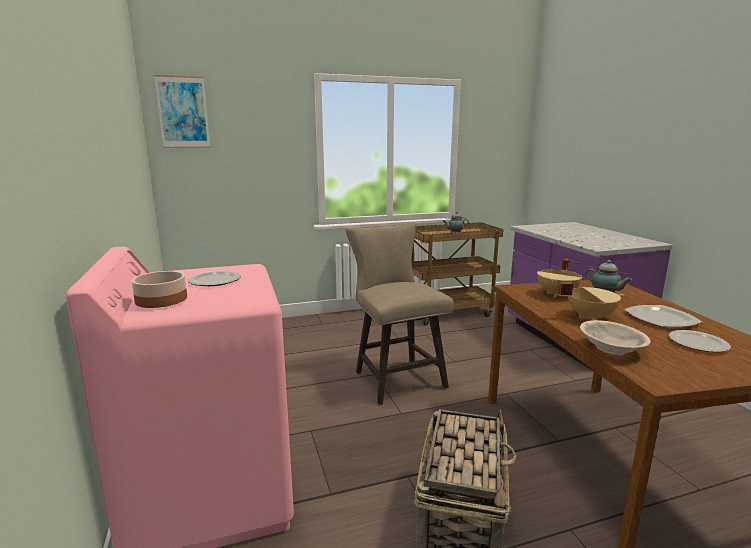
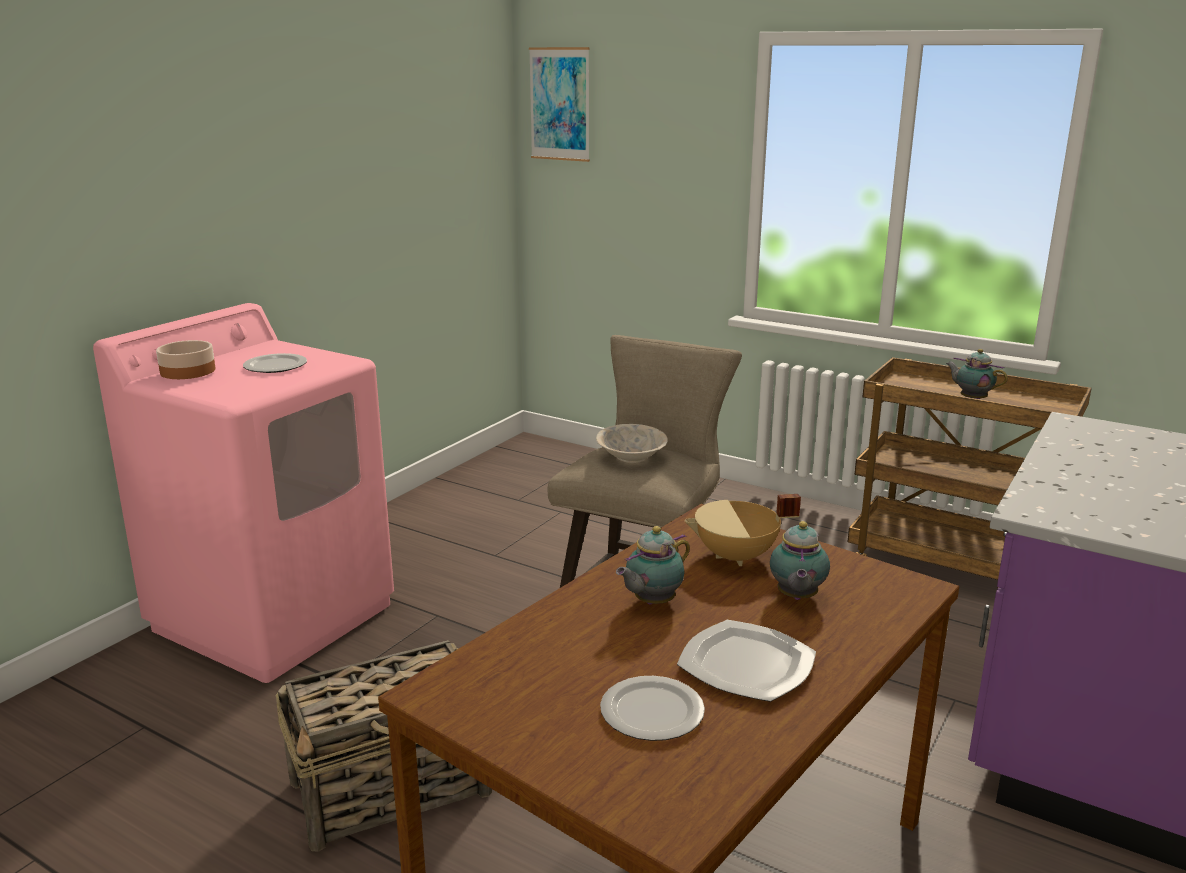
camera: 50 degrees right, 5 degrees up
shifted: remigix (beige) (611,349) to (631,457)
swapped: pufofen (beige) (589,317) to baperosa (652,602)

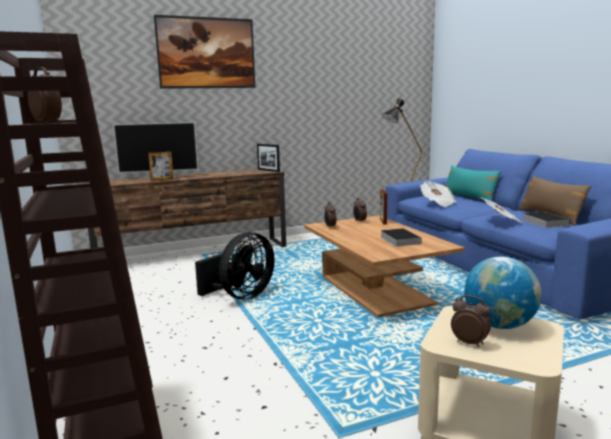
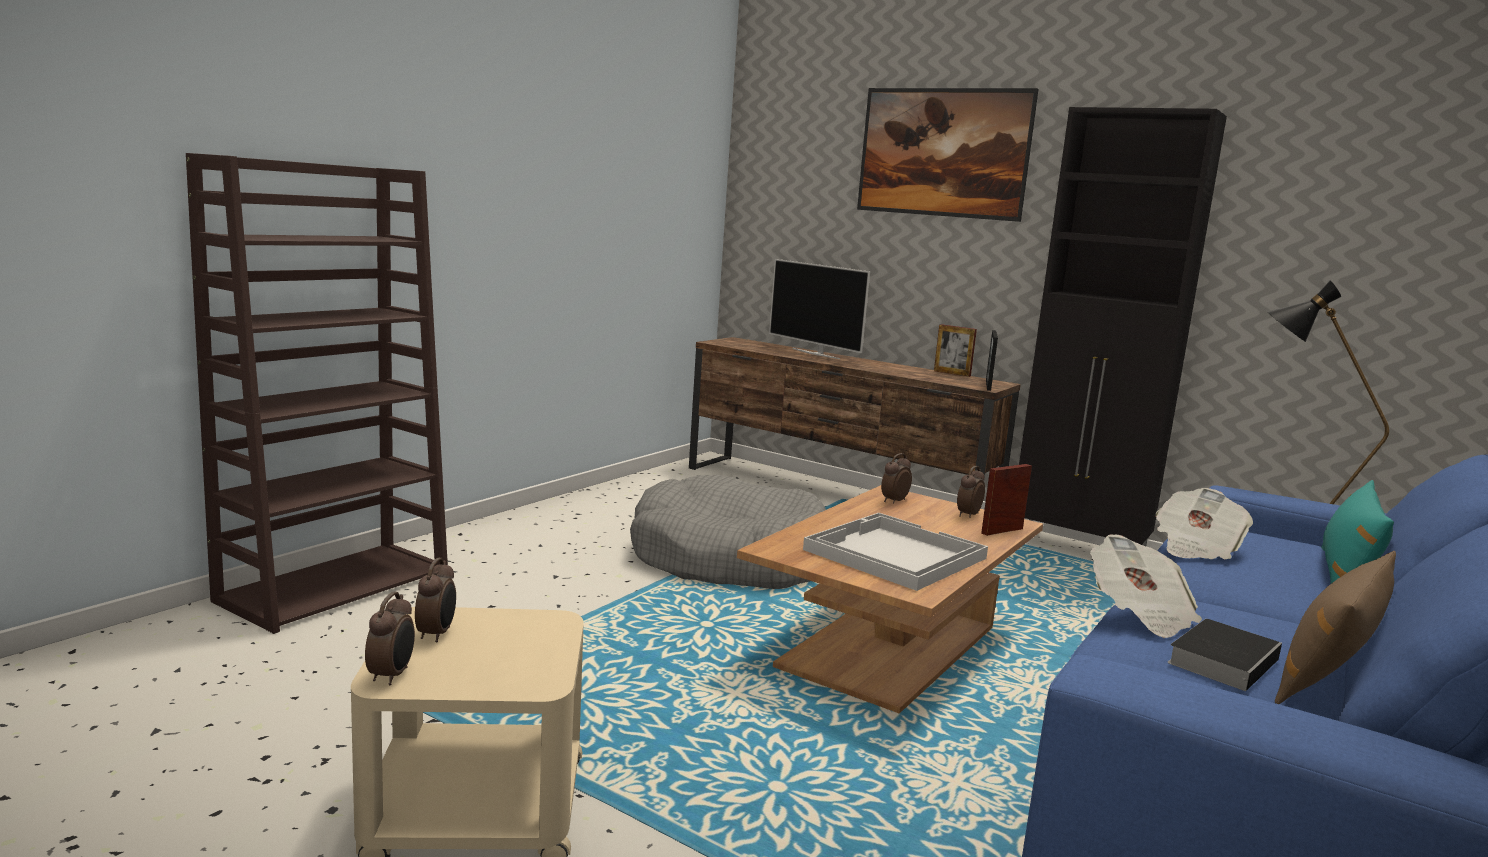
camera: 55 degrees right, 0 degrees up
gone: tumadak (499,325)
new: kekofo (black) (1079,550)
shifted: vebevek (48,124) to (392,675); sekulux (162,180) to (952,373)
swapped: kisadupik (399,240) to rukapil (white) (893,554); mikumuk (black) (241,296) to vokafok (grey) (729,558)

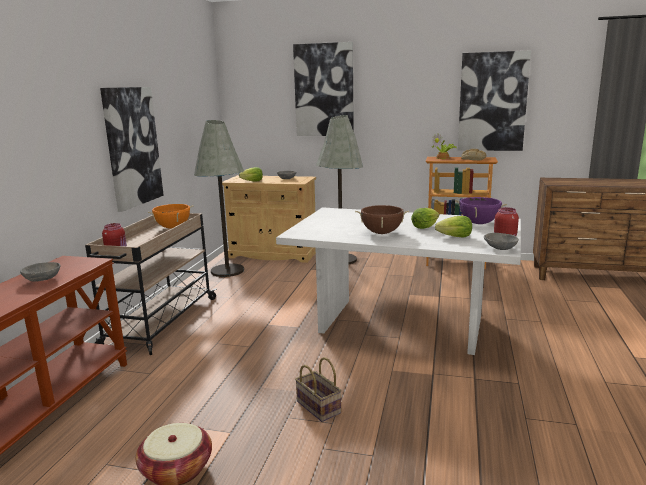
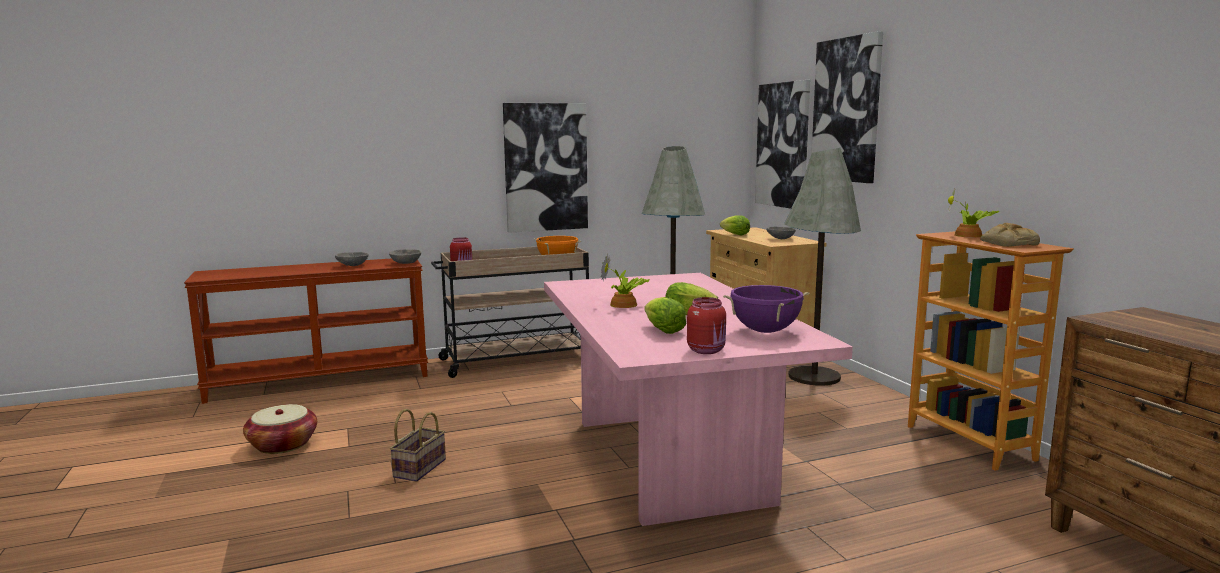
camera: 55 degrees right, 5 degrees down
shifted: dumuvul (492,102) to (783,145); remigix (grey) (499,249) to (405,263)
swapped: pufofen (brown) (382,233) to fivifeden (624,305)
repainted: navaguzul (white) (402,324) to navaguzul (pink) (670,460)

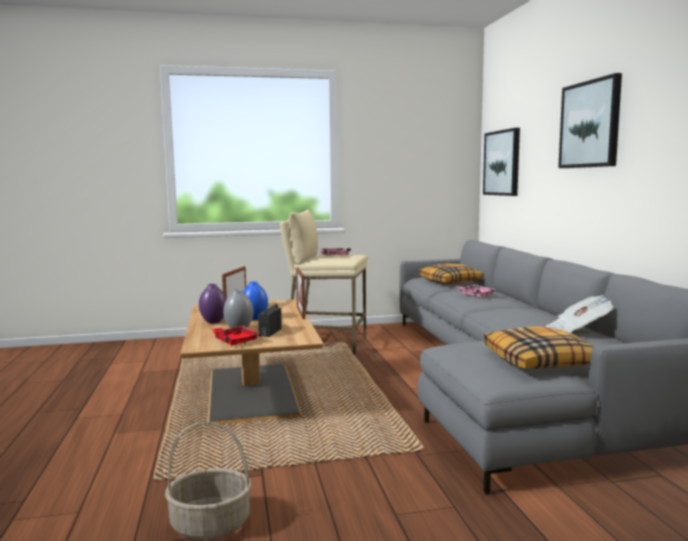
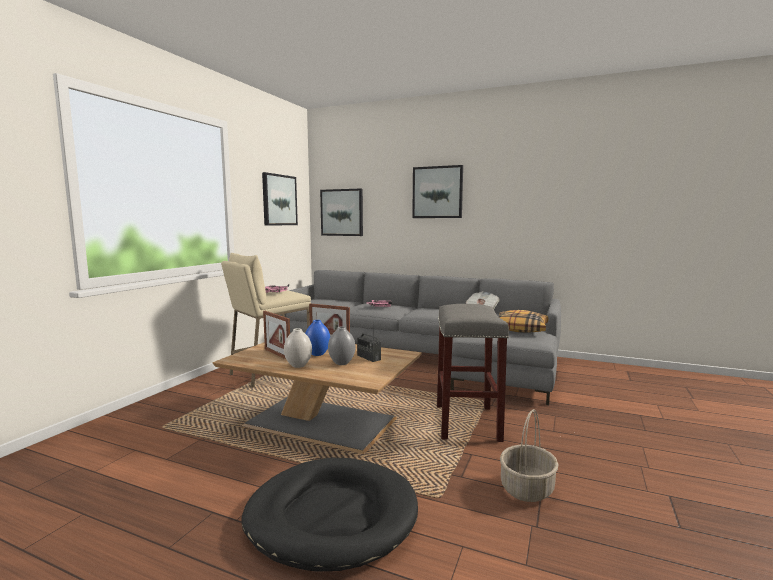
camera: 55 degrees left, 0 degrees up
gone: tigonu (450,281); rukapil (red) (235,341)
new: dumuvul (279,200); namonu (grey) (468,423); vokafok (black) (331,516)
repainted: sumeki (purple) (214,321) to sumeki (white) (298,365)

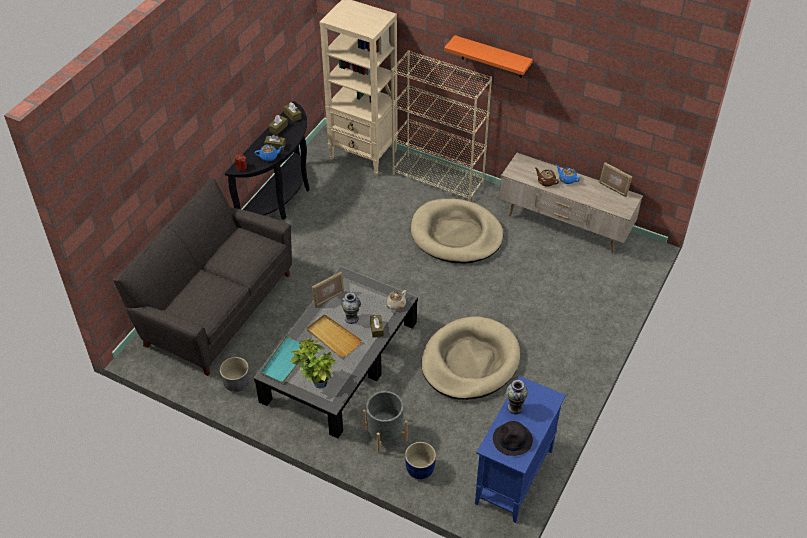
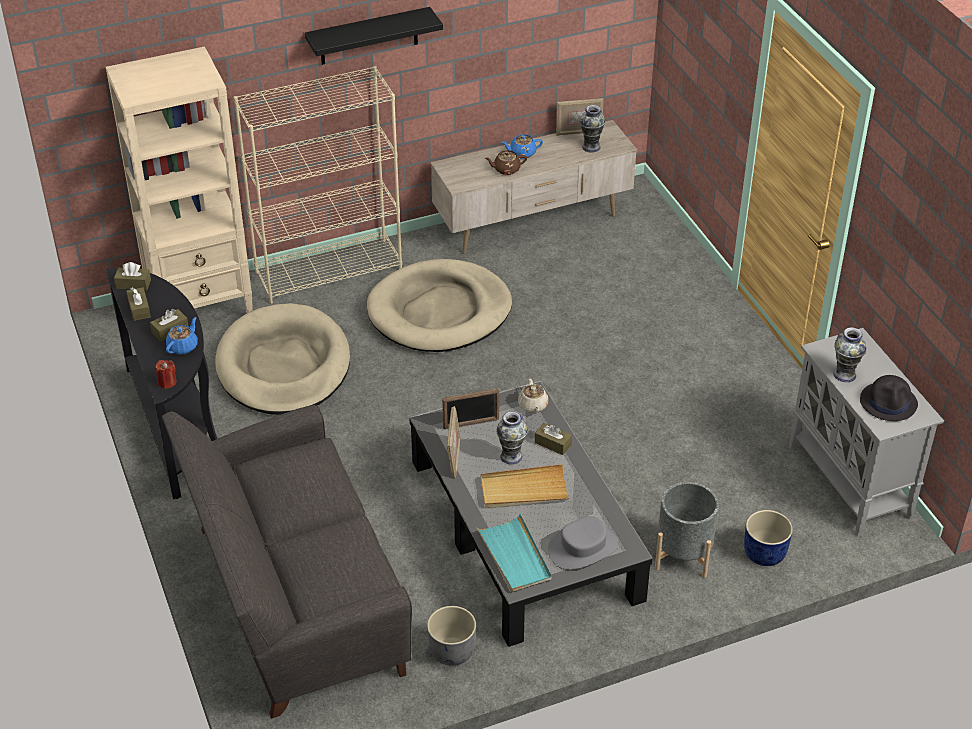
camera: 50 degrees left, 5 degrees down
new: sumeki (591,147); sekulux (471,423)
shifted: vokafok (beige) (470,361) to (283,365)
swapped: fivifeden (316,383) to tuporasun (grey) (583,547)
repainted: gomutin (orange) (492,57) to gomutin (black) (368,36); kekofo (blue) (514,478) to kekofo (grey) (850,482)

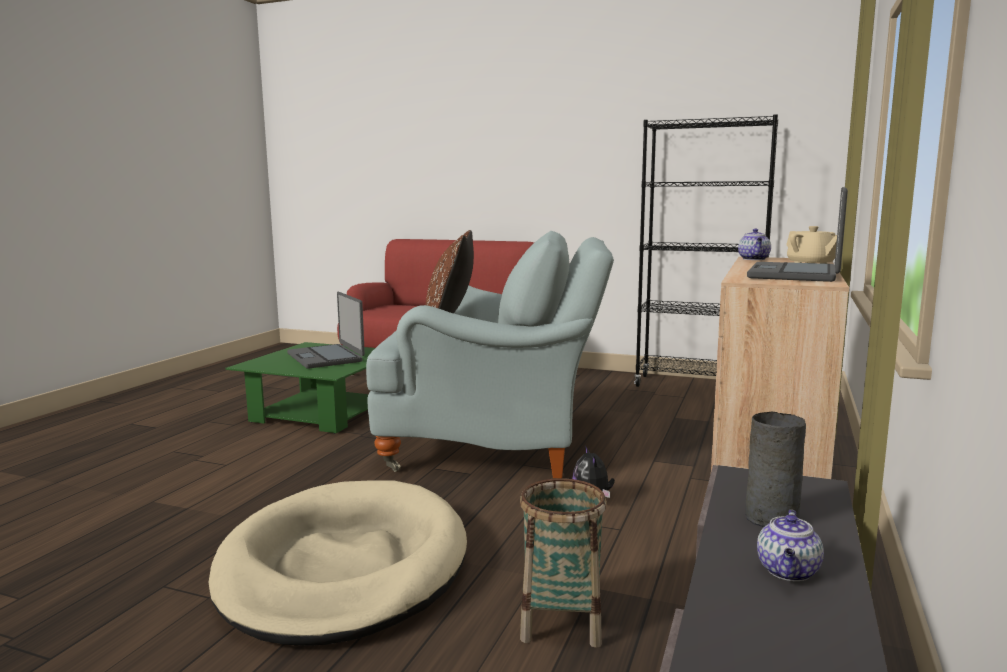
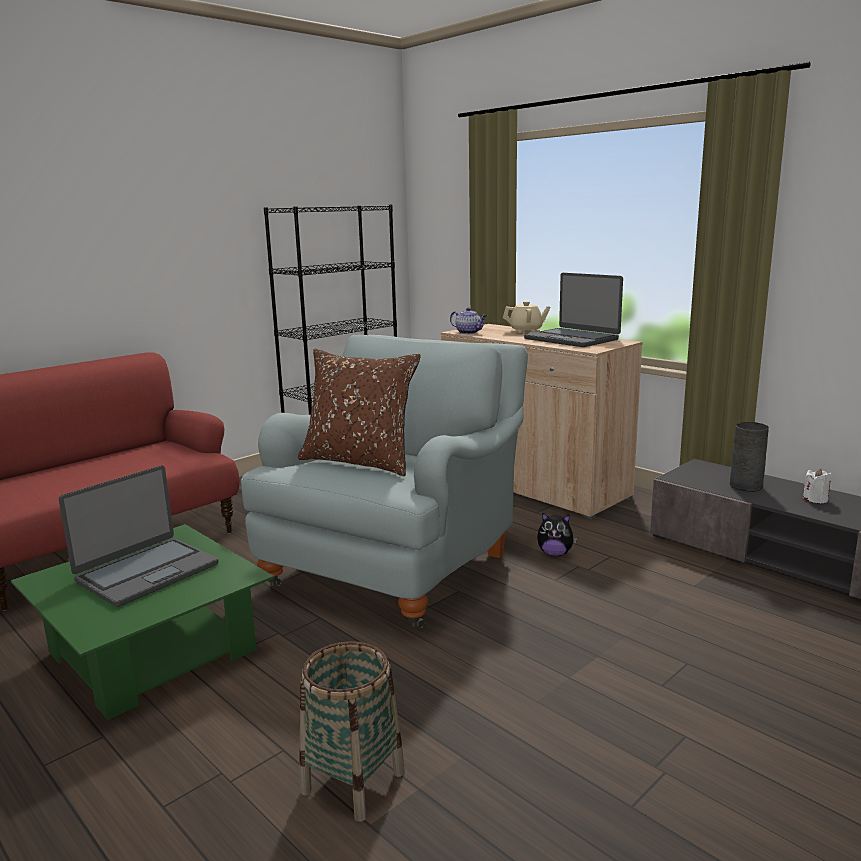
camera: 65 degrees left, 5 degrees up
gone: vokafok (beige) (344,567)
shifted: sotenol (561,622) to (353,782)
swapped: baperosa (788,572) to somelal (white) (815,499)
rotated: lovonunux (326,357) = (146,572) 45 degrees counterclockwise

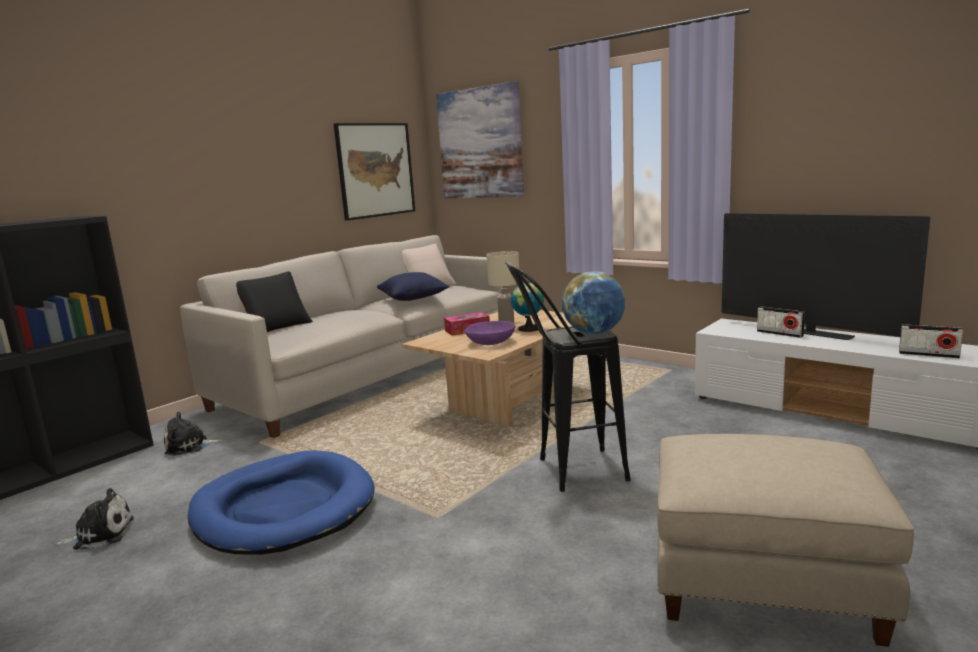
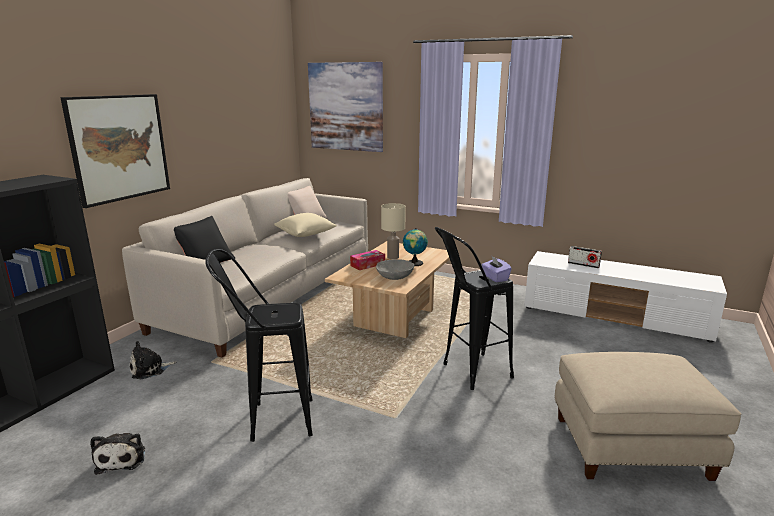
camera: 15 degrees left, 5 degrees up
gone: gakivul (809,333); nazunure (928,354)
shifted: dumuvul (375,170) to (119,148)
swapped: tumadak (594,333) to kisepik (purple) (495,278); vokafok (blue) (283,508) to namonu (black) (270,420)
repainted: tigonu (blue) (413,299) to tigonu (beige) (305,234); remigix (purple) (491,342) to remigix (grey) (395,276)
rotated: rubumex (100,534) = (122,458) 105 degrees clockwise

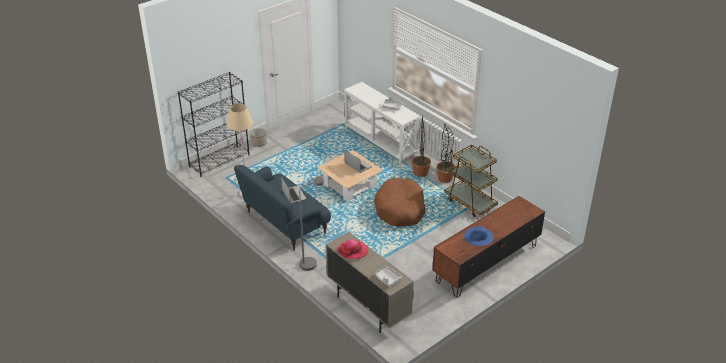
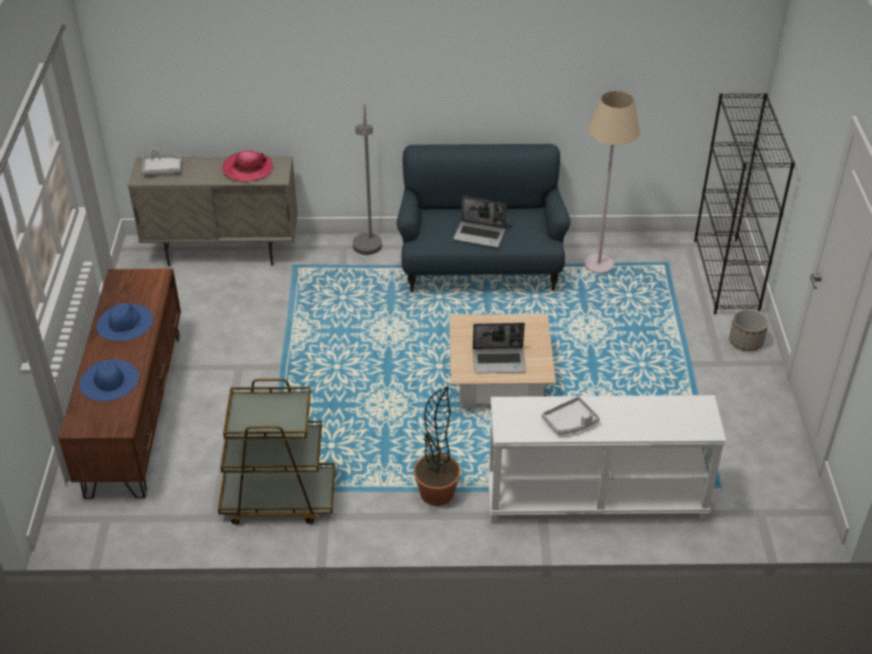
camera: 130 degrees right, 5 degrees up
gone: fivifeden (445,178); vokafok (brown) (400,209)
new: tuporasun (blue) (109,380)

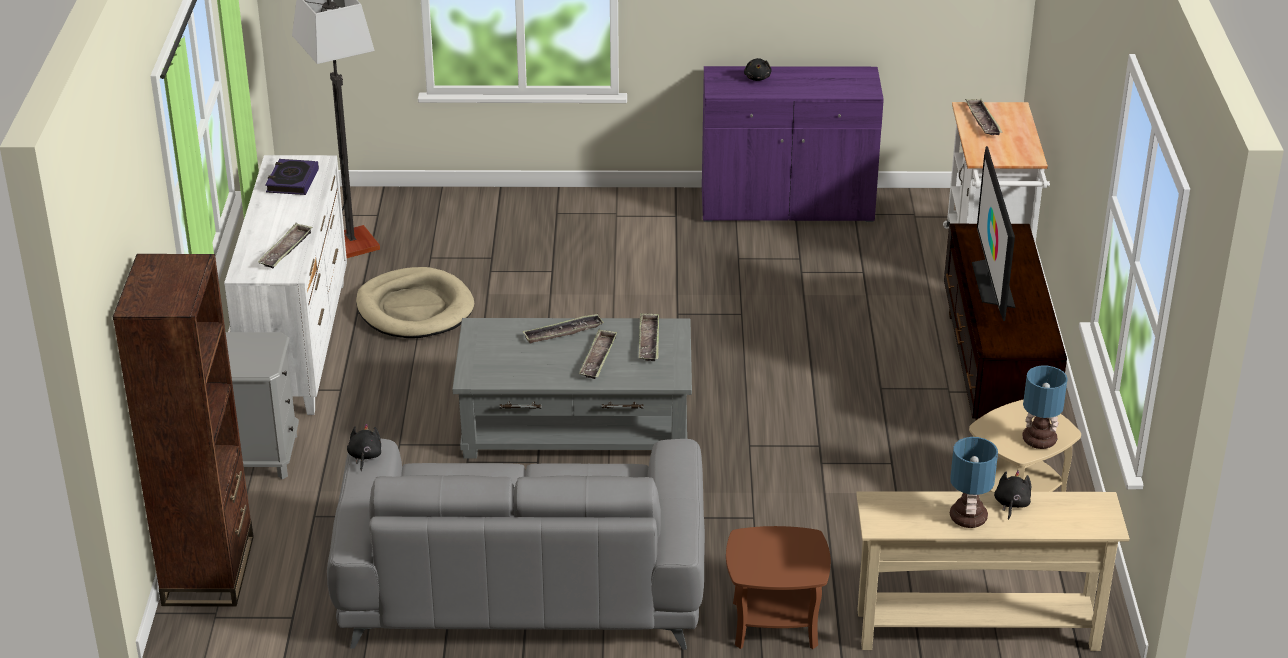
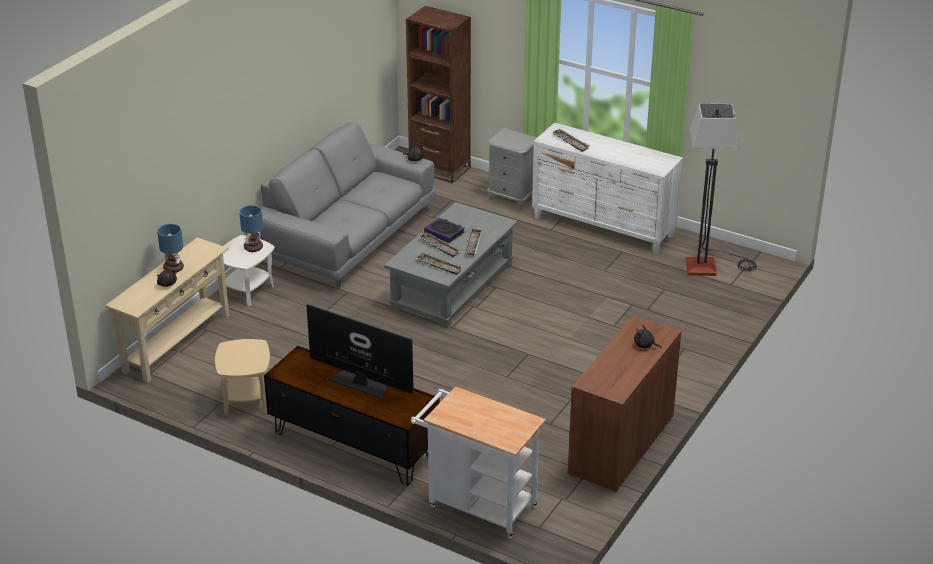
camera: 120 degrees right, 0 degrees up
gone: rukapil (983,121); vokafok (beige) (415,309)
shifted: kisadupik (292,181) to (444,232); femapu (1038,440) to (253,247)
repainted: kekofo (purple) (787,206) to kekofo (brown) (621,445); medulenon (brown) (774,624) to medulenon (white) (247,290)

